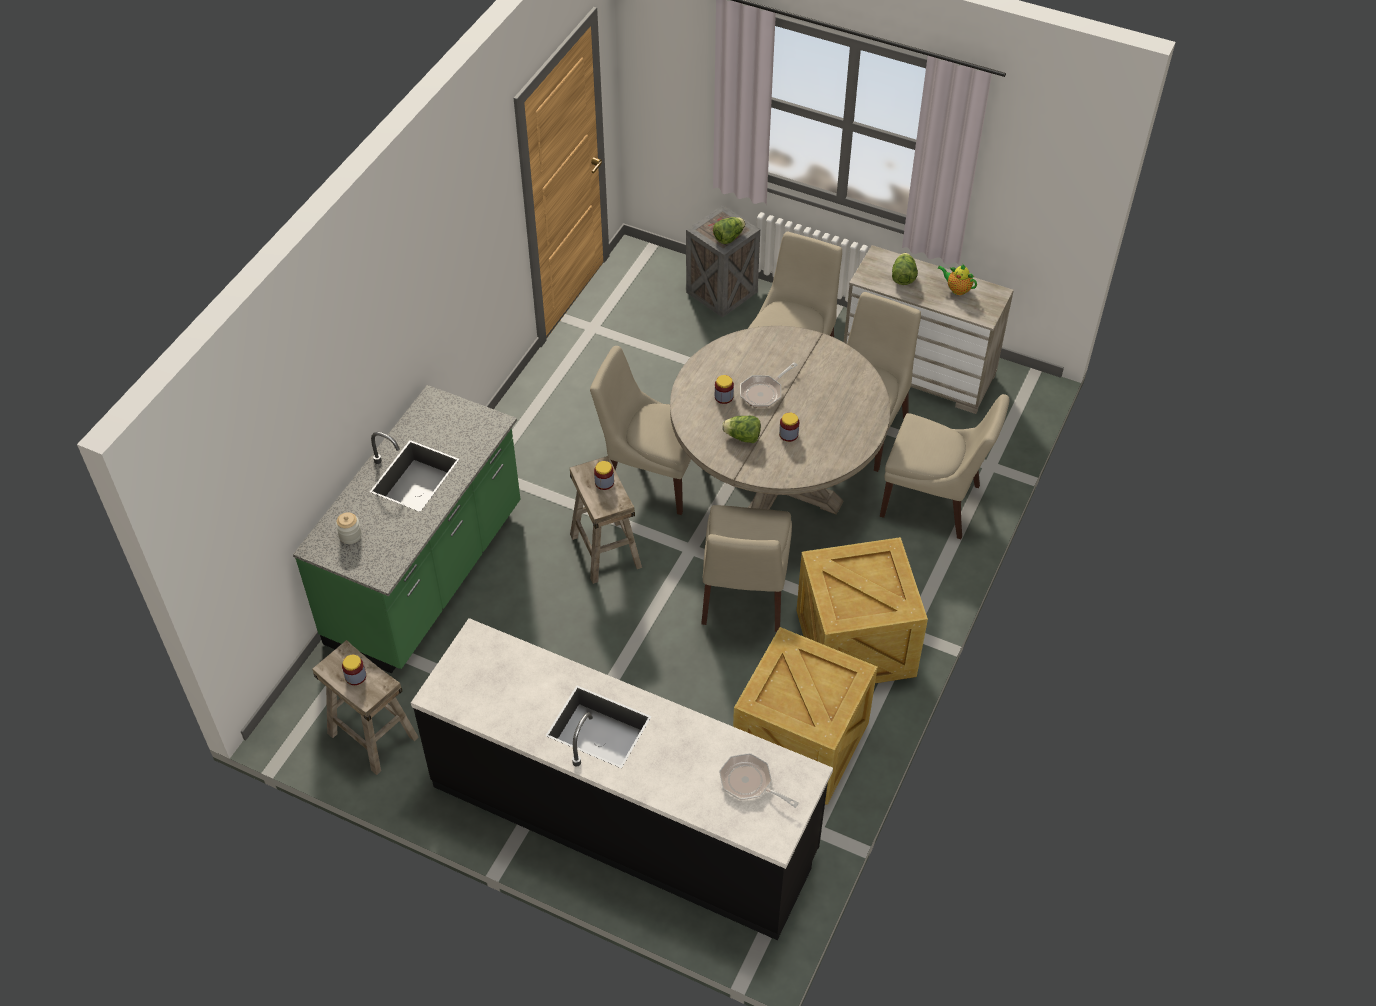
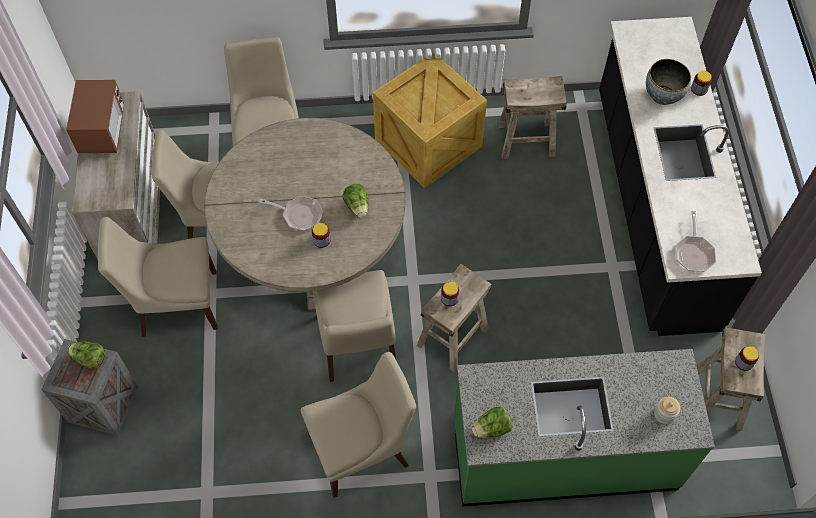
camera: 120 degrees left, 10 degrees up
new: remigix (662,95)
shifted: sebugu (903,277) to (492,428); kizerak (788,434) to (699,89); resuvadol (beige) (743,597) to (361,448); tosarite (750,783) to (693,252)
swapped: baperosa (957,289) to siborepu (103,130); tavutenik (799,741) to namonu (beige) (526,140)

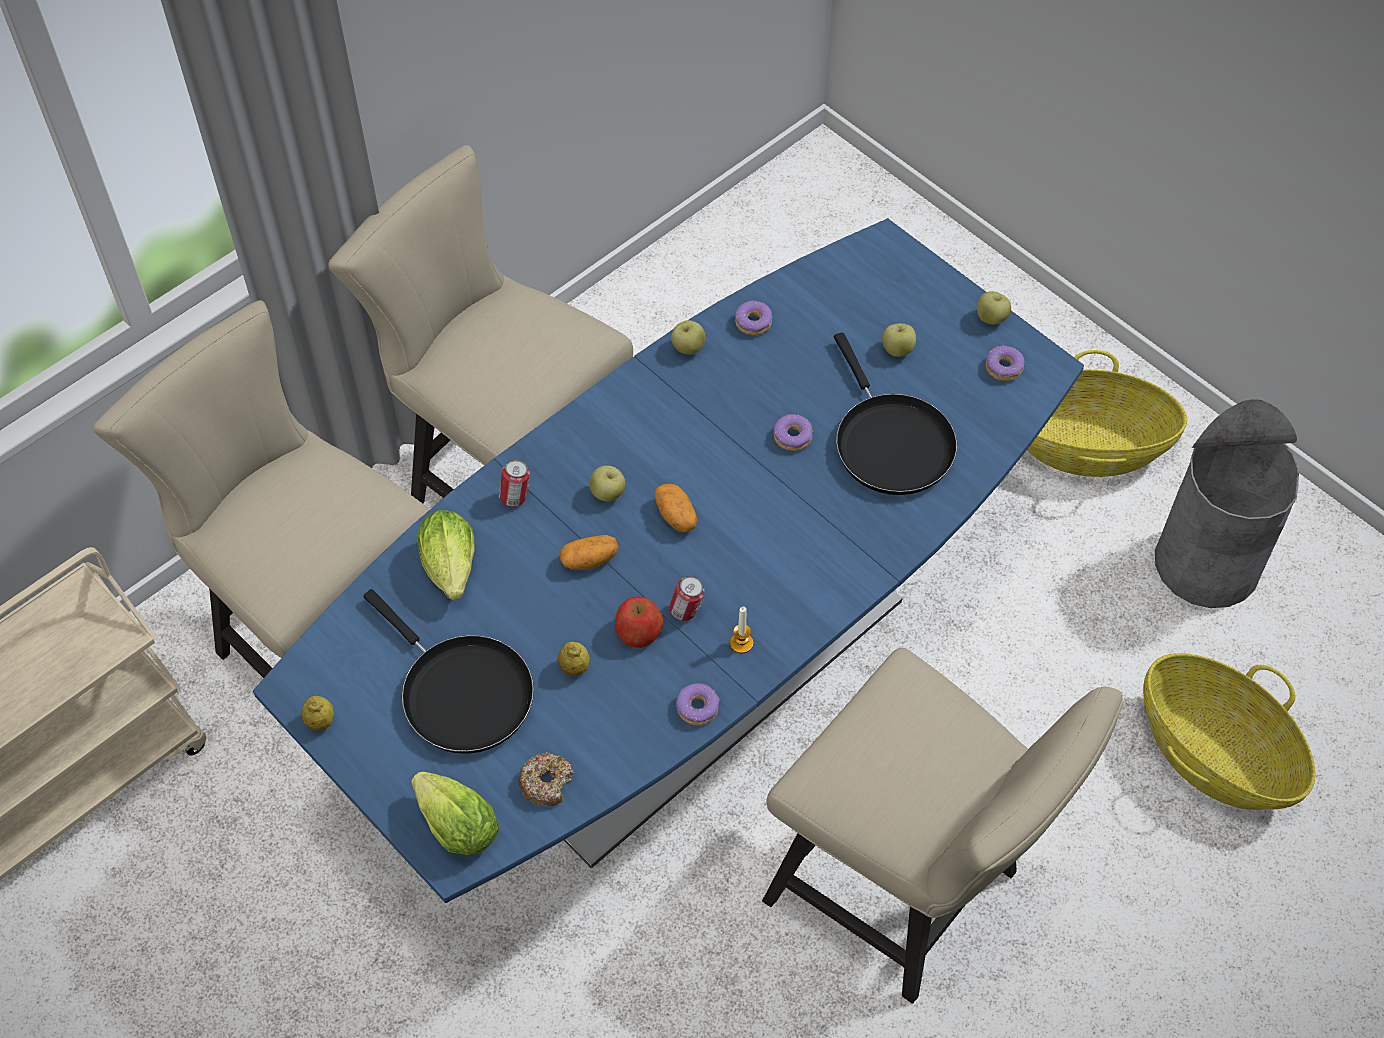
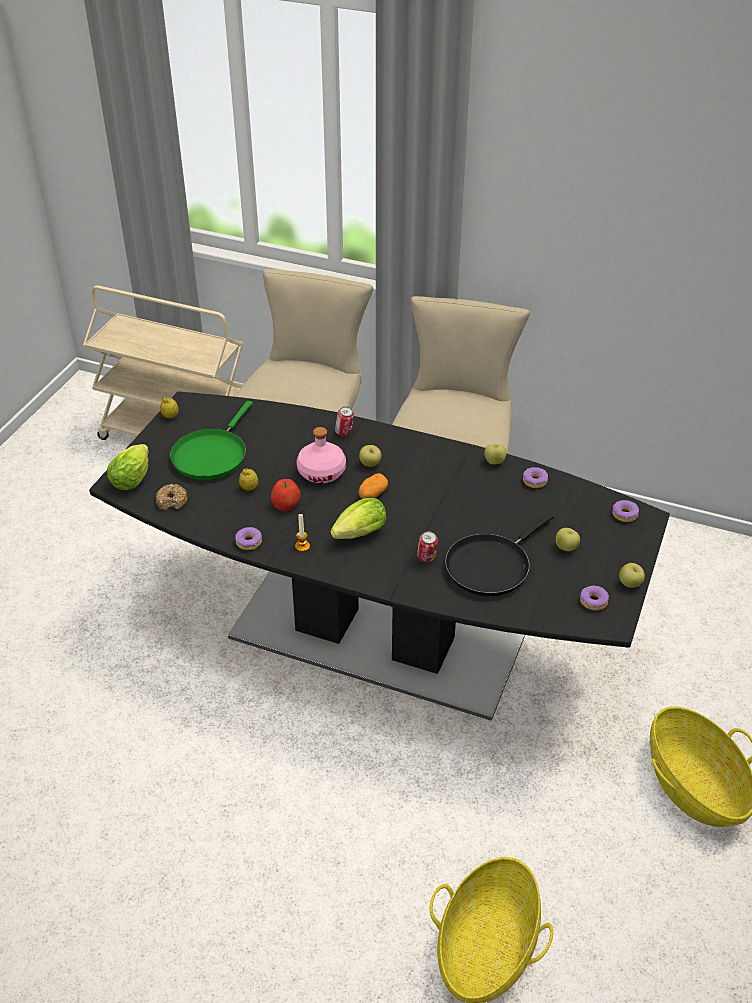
camera: 65 degrees right, 15 degrees down
gone: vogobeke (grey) (1207,563); resuvadol (beige) (907,894)
shifted: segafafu (793,437) to (624,515); sebugu (451,572) to (357,535); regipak (686,611) to (426,559)
swapped: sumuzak (589,560) to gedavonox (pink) (321,472)
repainted: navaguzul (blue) (690,674) to navaguzul (black) (375,637); tosarite (black) (461,692) to tosarite (green) (212,455)

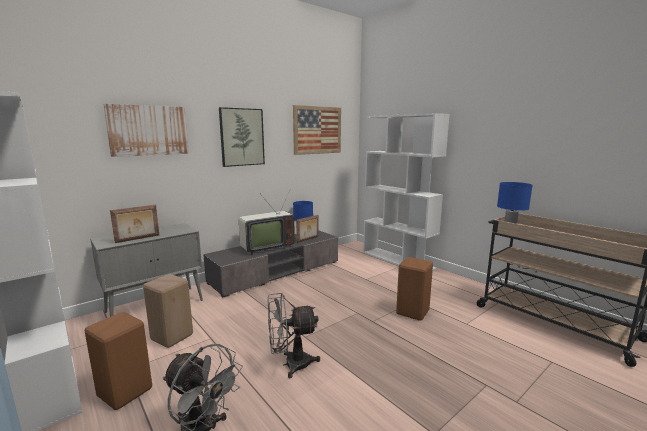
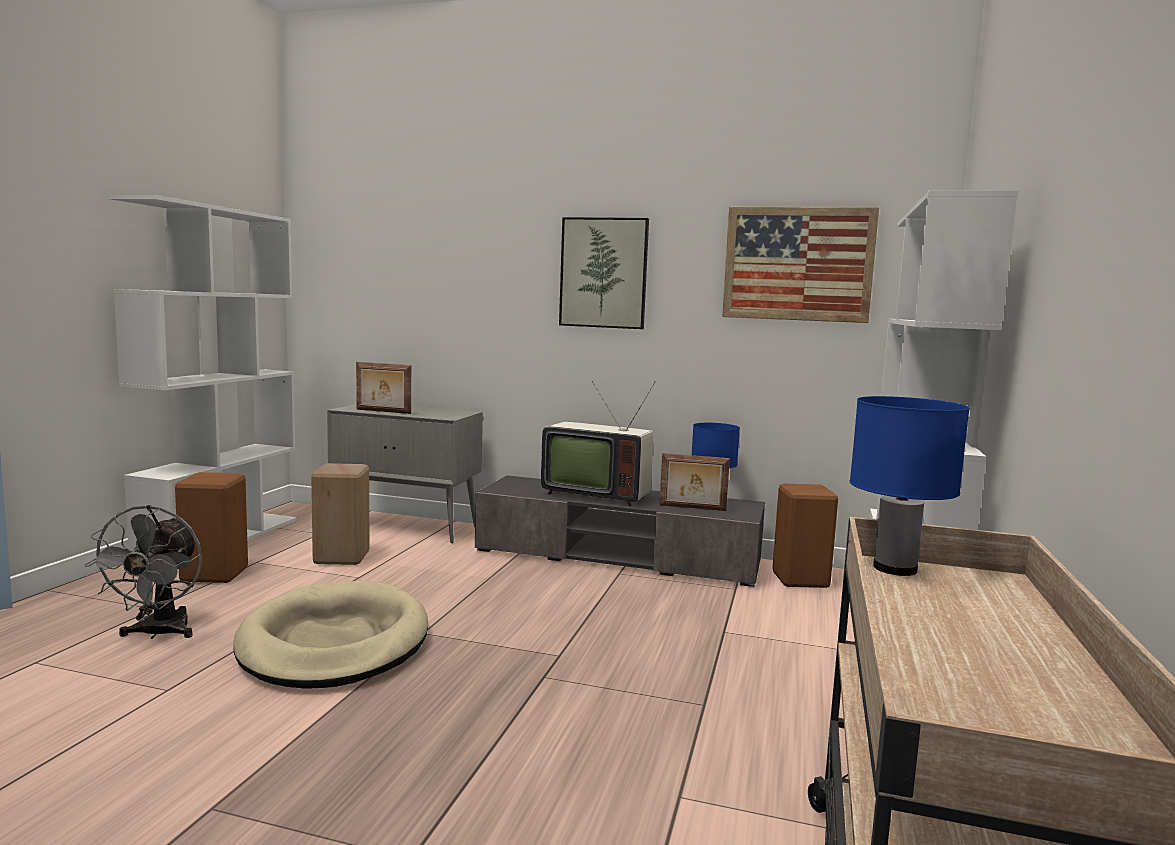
camera: 55 degrees right, 5 degrees down
gone: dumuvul (148,130)
shifted: namonu (brown) (413,312) to (802,580)
swapped: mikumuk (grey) (290,364) to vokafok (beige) (334,642)

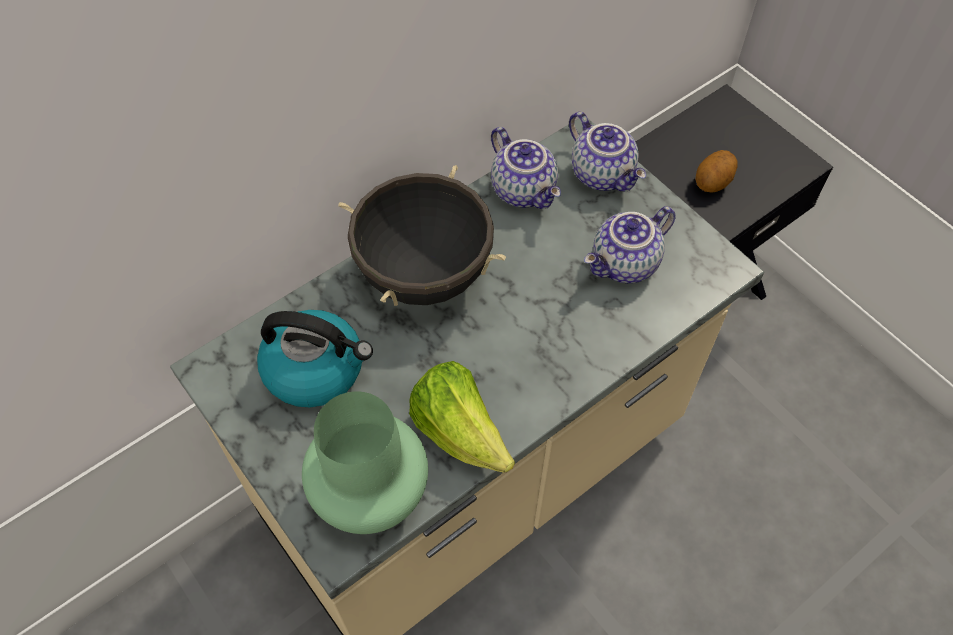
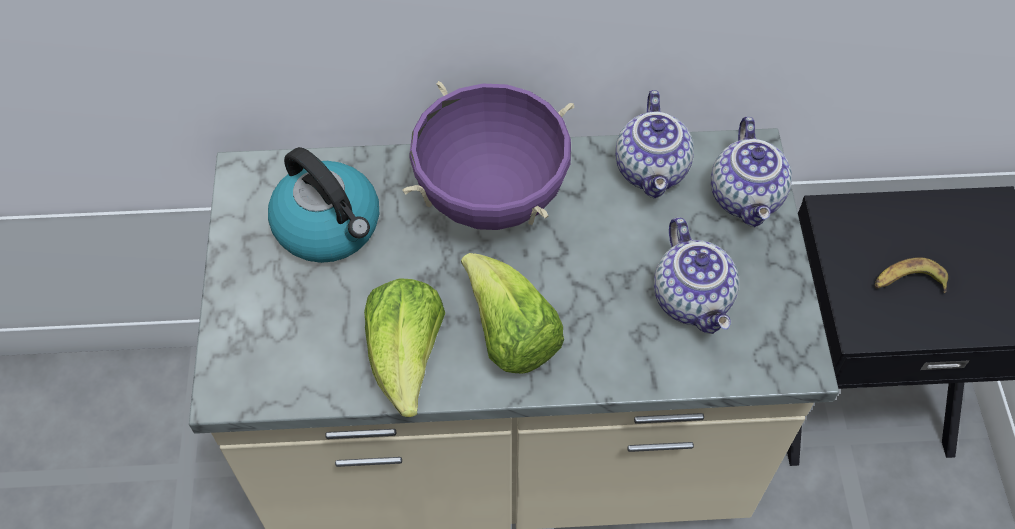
camera: 35 degrees right, 0 degrees up
gone: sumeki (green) (371,492)
new: sebugu (510,334)
swapped: sumuzak (713,183) to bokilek (908,282)
repainted: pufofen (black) (424,275) to pufofen (purple) (491,197)
rotated: baperosa (625,265) = (693,299) 105 degrees counterclockwise

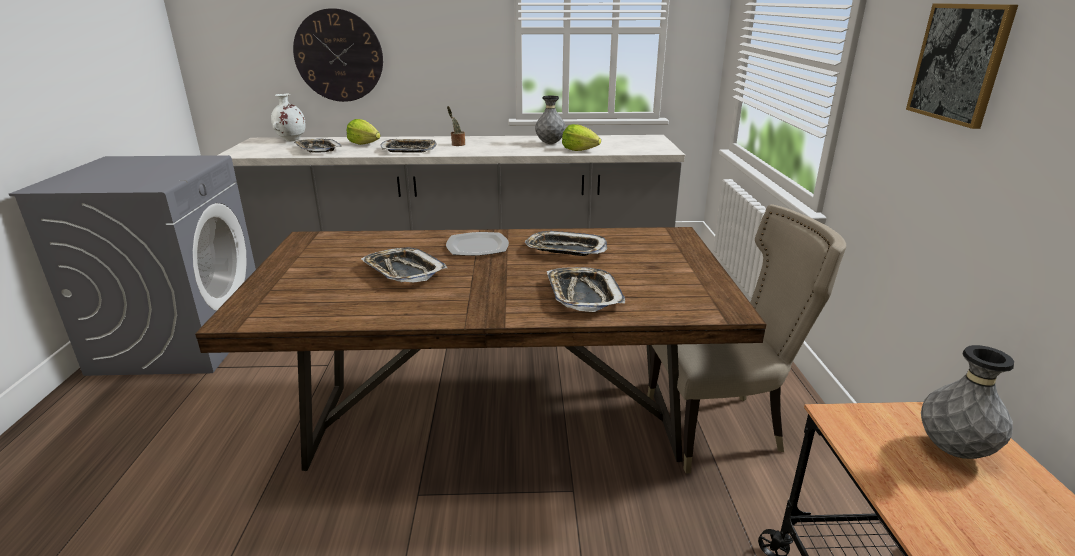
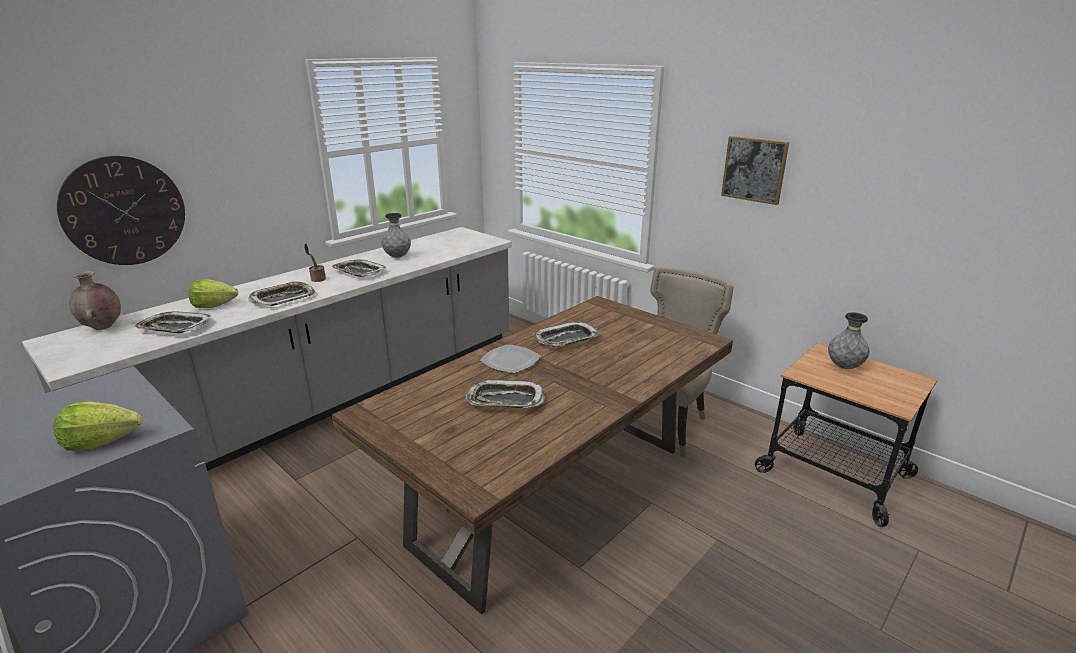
camera: 45 degrees left, 0 degrees up
shifted: sebugu (579,150) to (101,442); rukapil (583,294) to (358,272)
repainted: sumeki (white) (291,140) to sumeki (brown) (103,327)

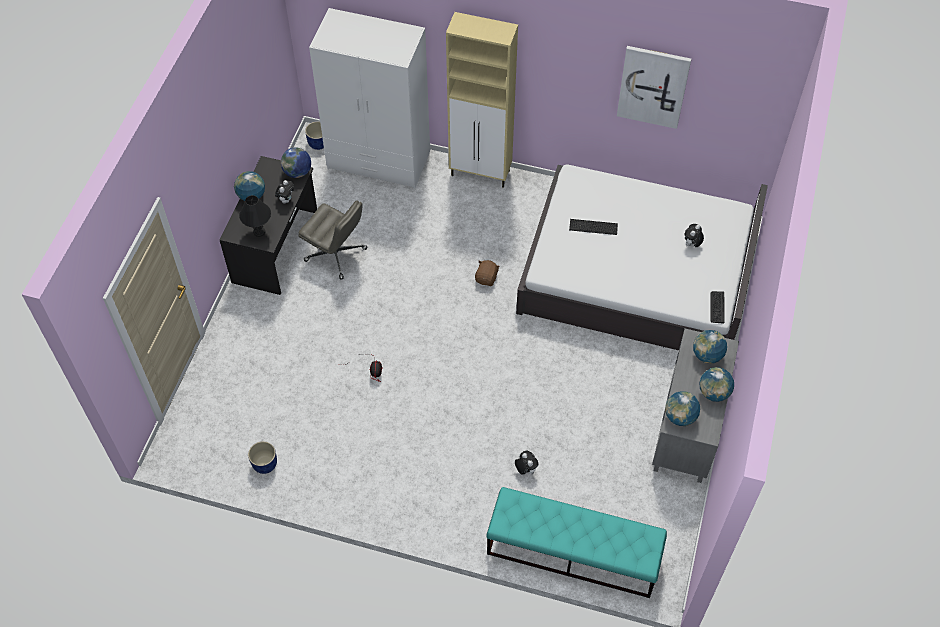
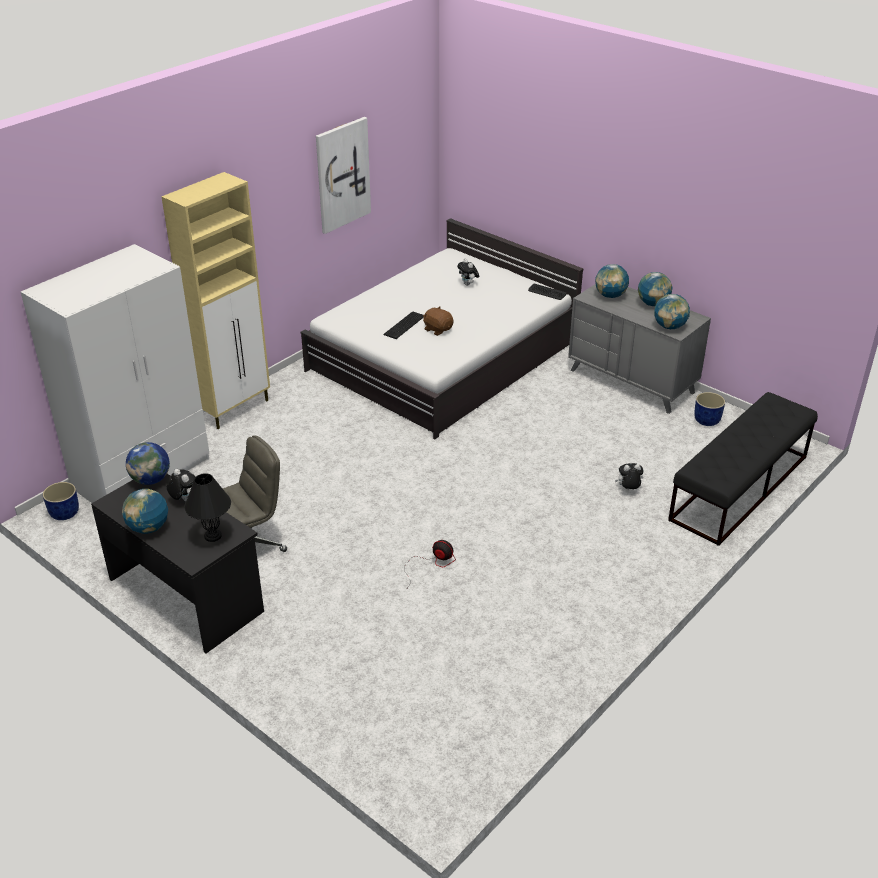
camera: 65 degrees left, 20 degrees down
shifted: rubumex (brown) (486,278) to (438,329); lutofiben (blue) (264,463) to (706,420)
repainted: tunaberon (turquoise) (572,552) to tunaberon (black) (739,488)

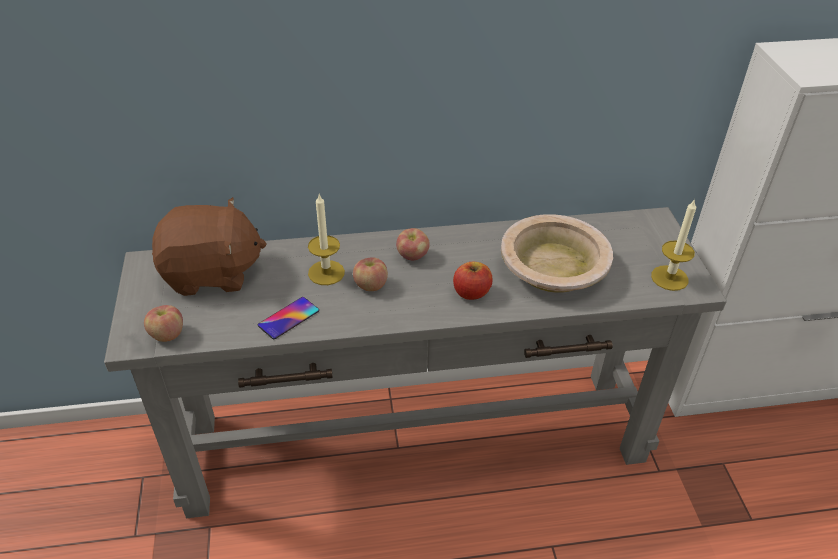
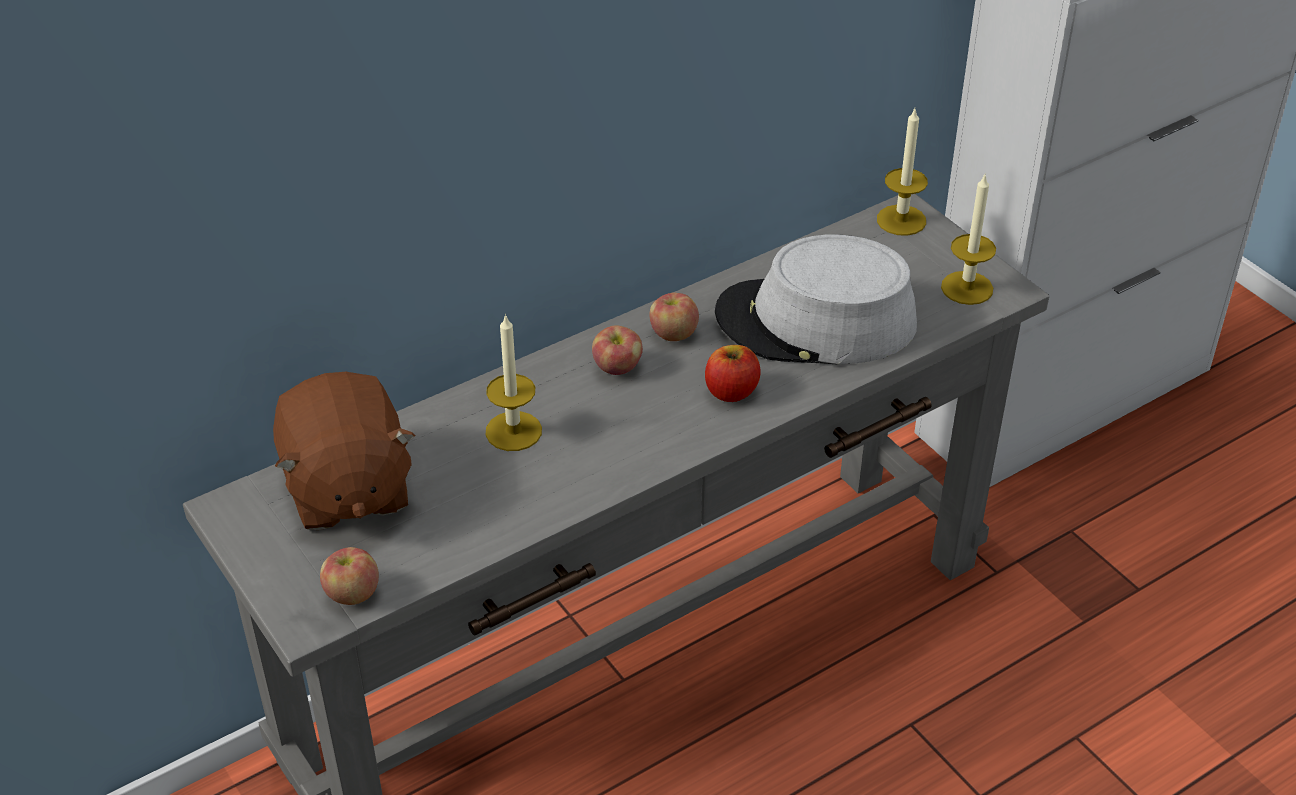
camera: 25 degrees left, 0 degrees up
gone: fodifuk (288,318)
new: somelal (901,220)
shifted: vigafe (370,285) to (673,333)
swapped: remigix (beige) (554,268) to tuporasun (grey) (816,322)
rotated: rubumex (brown) (212,273) = (346,489) 105 degrees clockwise

